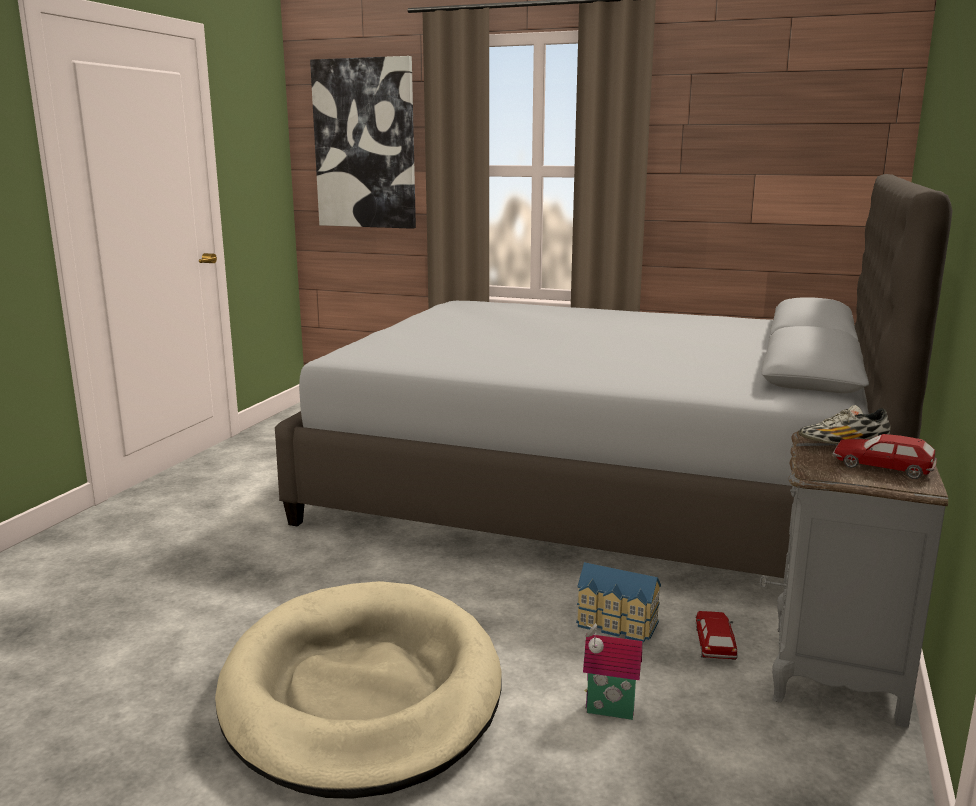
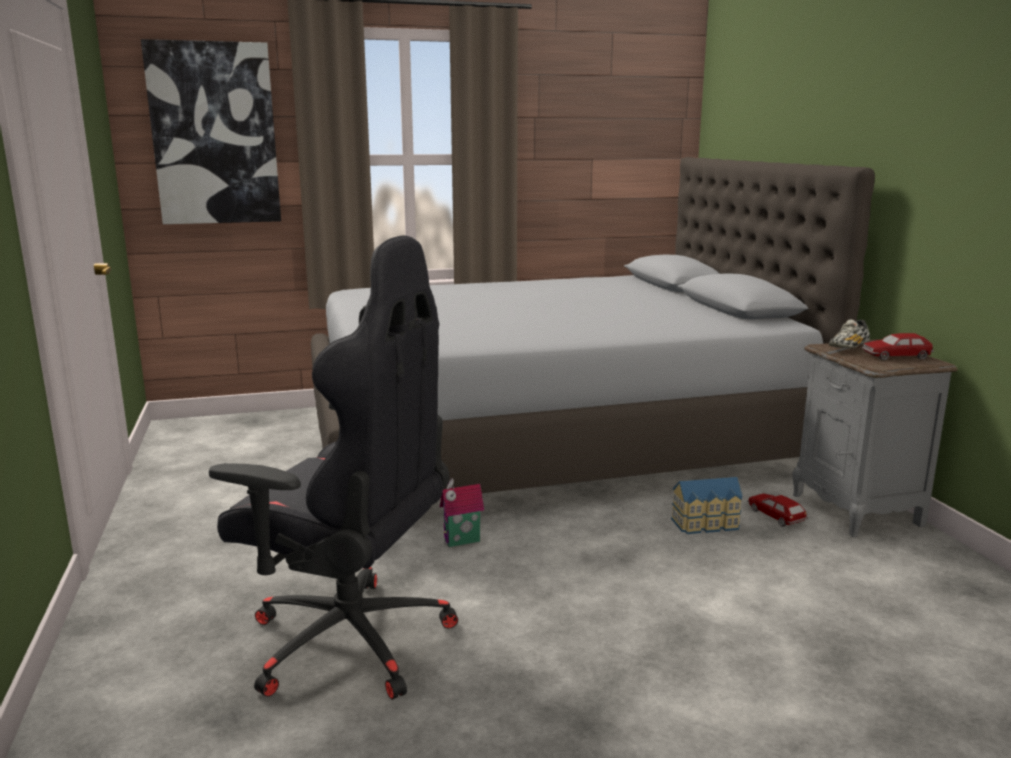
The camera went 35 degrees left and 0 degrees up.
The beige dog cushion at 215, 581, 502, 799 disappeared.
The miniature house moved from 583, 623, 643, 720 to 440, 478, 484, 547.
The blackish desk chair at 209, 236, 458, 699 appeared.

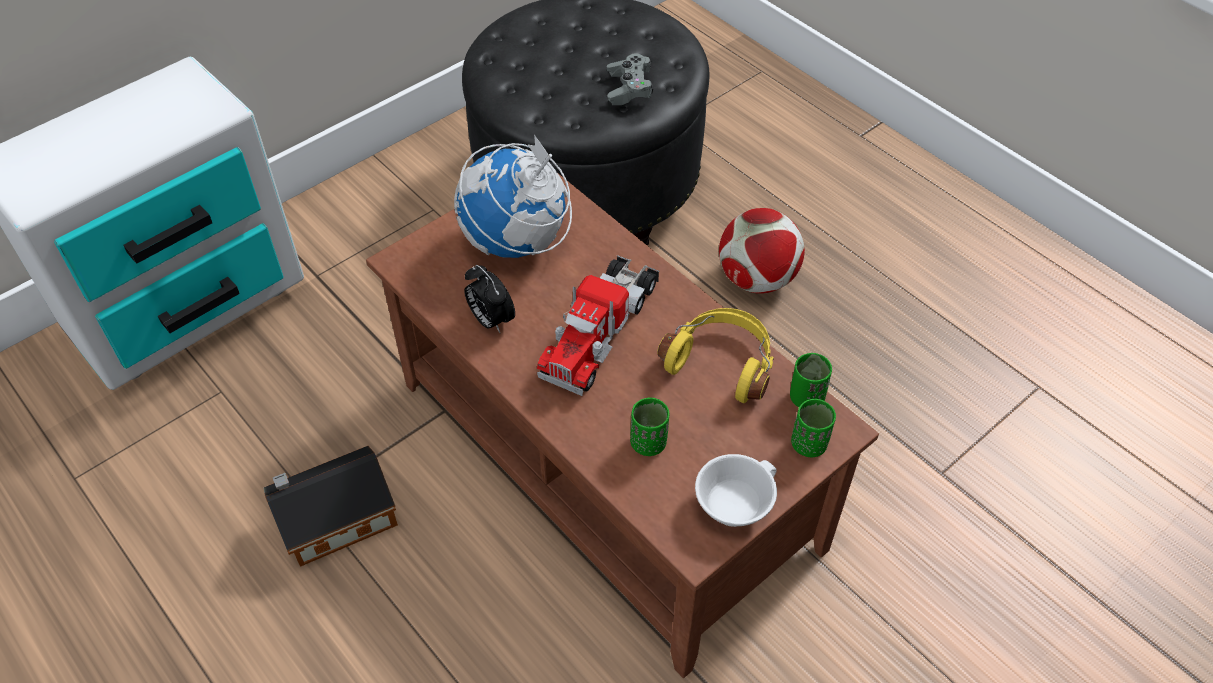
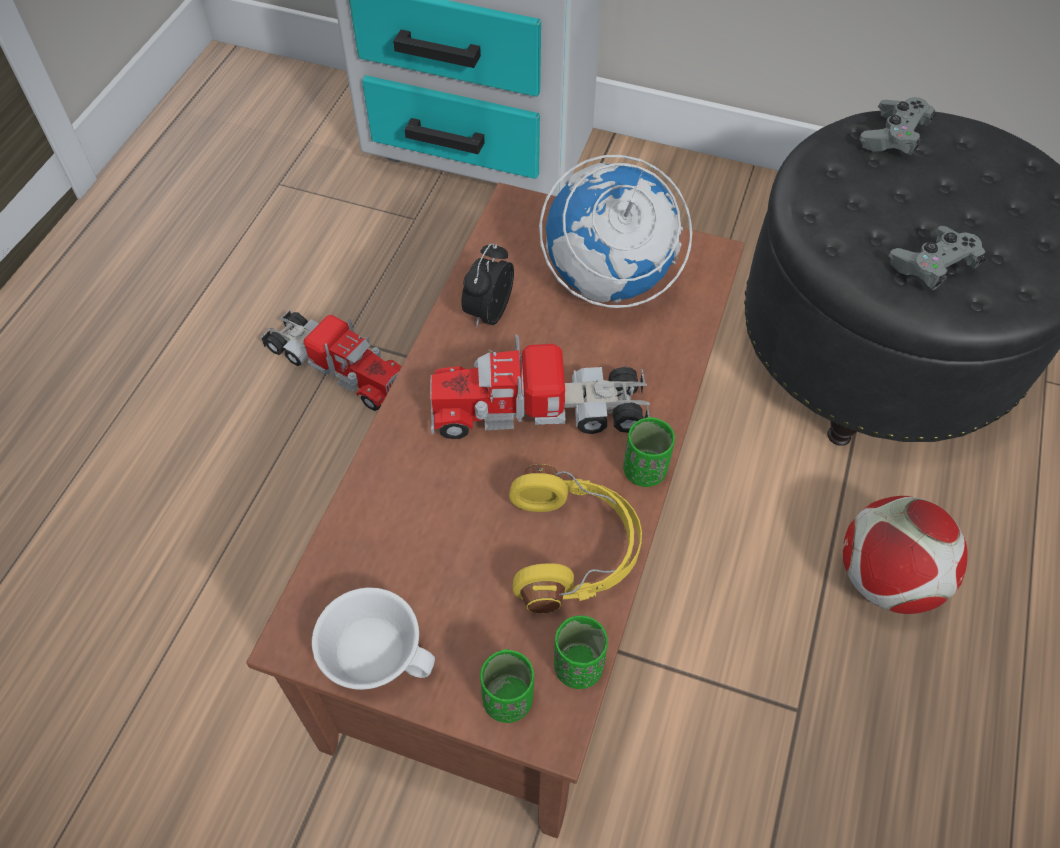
The camera went 60 degrees right and 5 degrees up.
The miniature house at 263, 446, 398, 567 was replaced by the model truck at 261, 310, 402, 411.
The greenish cup moved from 630, 398, 670, 456 to 623, 417, 675, 487.
The greyish joypad at 860, 97, 936, 155 appeared.

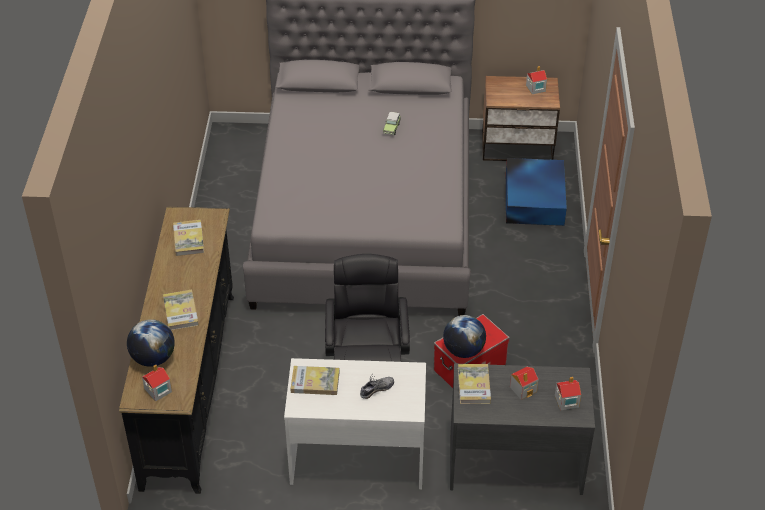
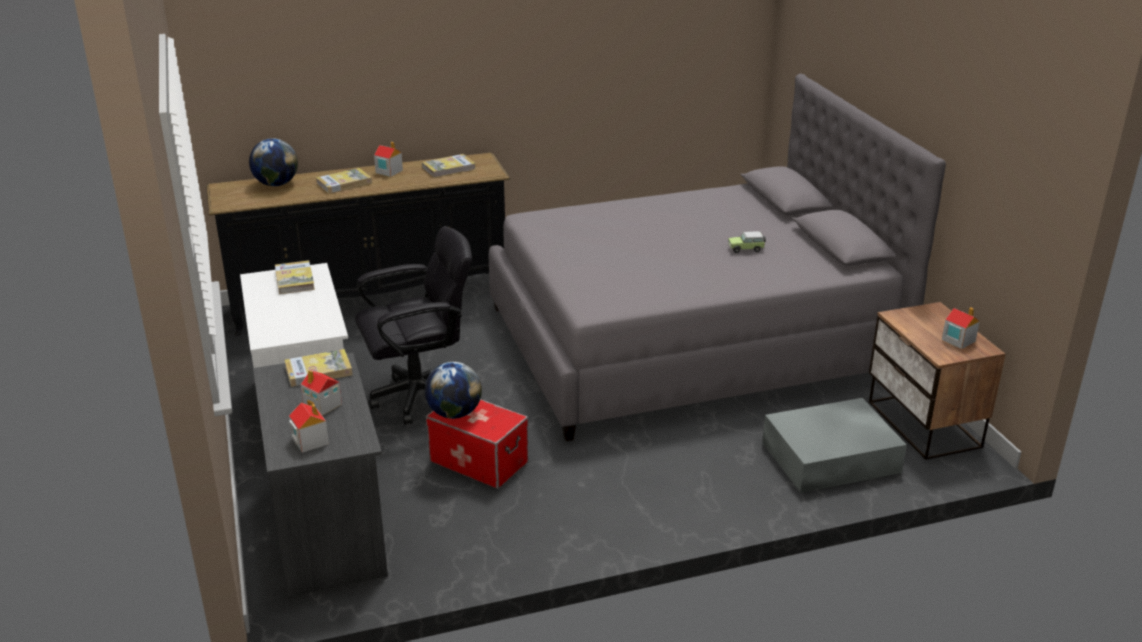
The camera went 70 degrees right and 15 degrees down.
The miniature house moved from 142, 365, 172, 402 to 374, 142, 403, 177.
The shoe at 360, 375, 394, 399 disappeared.
The blue storage box at 506, 158, 567, 226 became the greyish storage box at 762, 398, 907, 493.

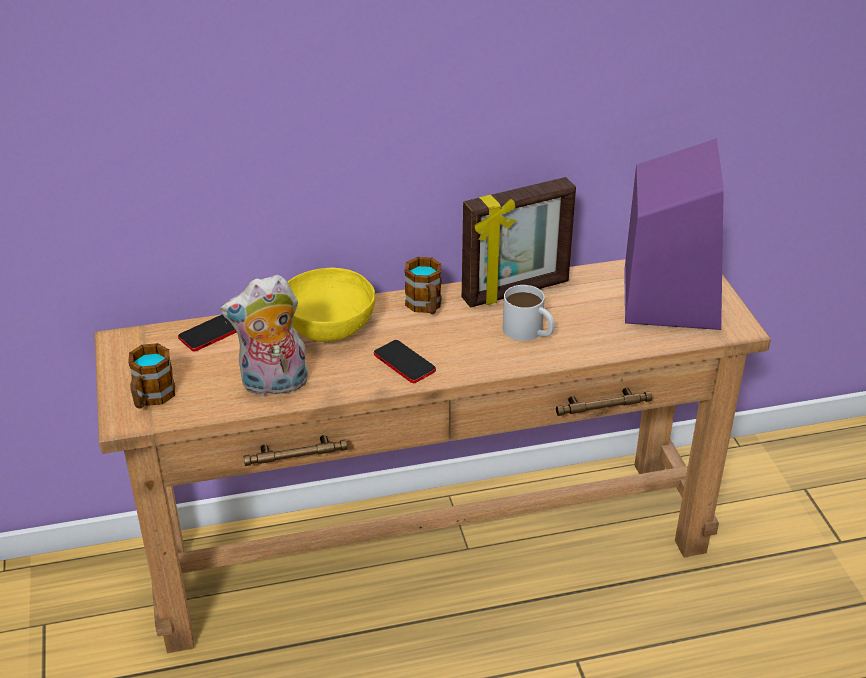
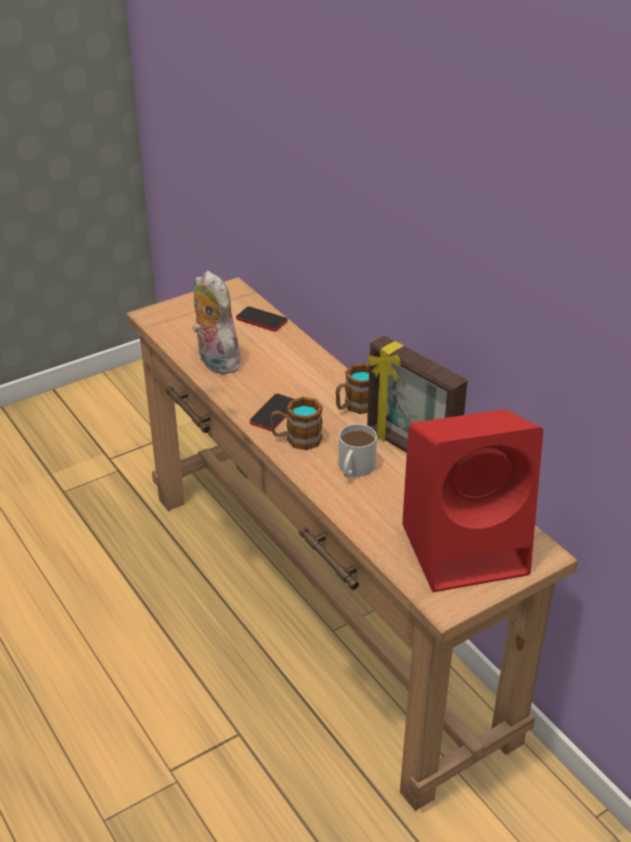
The camera went 70 degrees right and 0 degrees up.
The tea mug moved from 128, 343, 175, 408 to 270, 397, 323, 450.
The yellow-coloured deep dish at 288, 268, 376, 342 disappeared.
The purple-coloured speaker at 624, 138, 724, 330 became the red-coloured speaker at 402, 409, 543, 592.

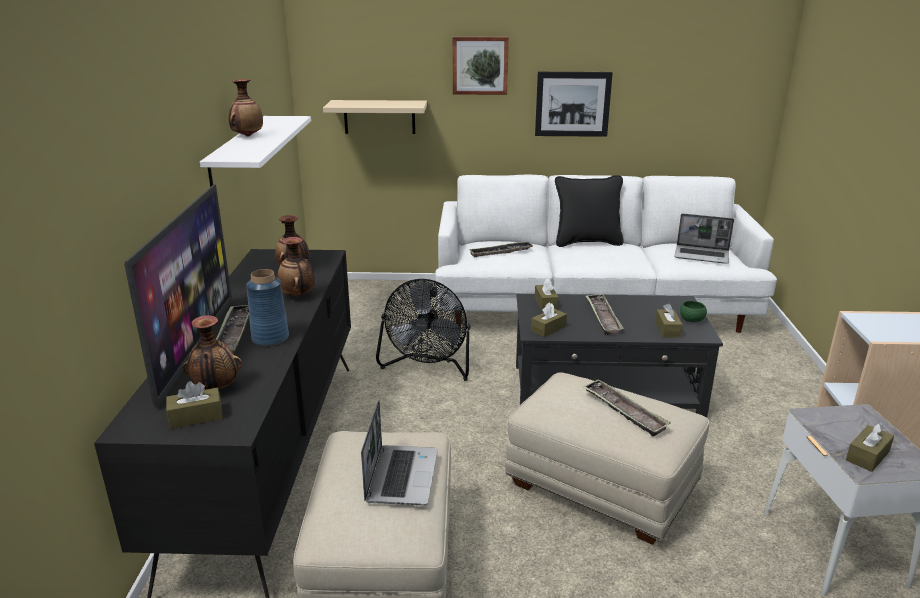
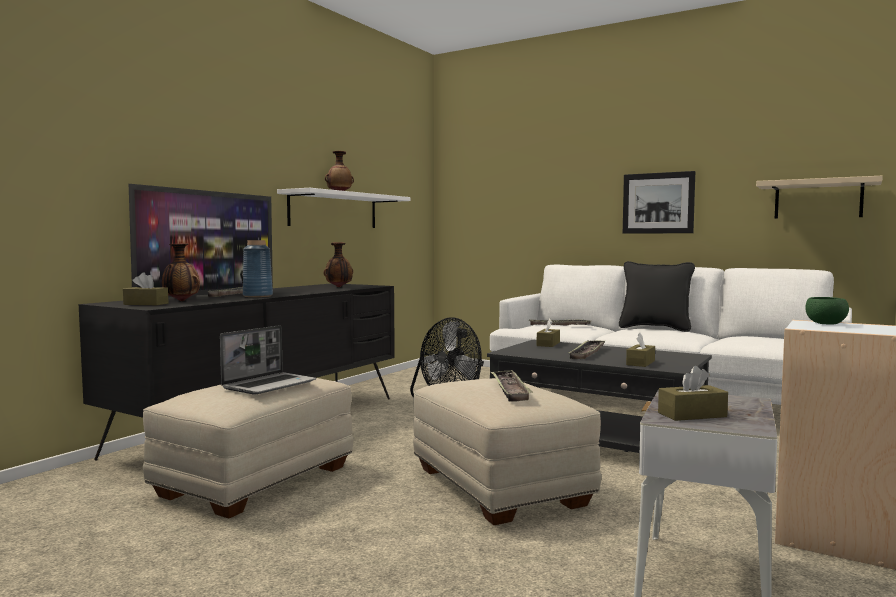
The camera went 30 degrees right and 20 degrees down.
The decorative vase at 278, 237, 315, 296 disappeared.
The beige shelf moved from 323, 100, 427, 134 to 756, 176, 883, 219.
The picture at 453, 37, 509, 95 disappeared.
The brownish tissue holder at 531, 302, 567, 337 disappeared.
The notebook computer at 674, 213, 734, 264 disappeared.
The greenish deep dish moved from 680, 301, 707, 322 to 806, 297, 849, 325.

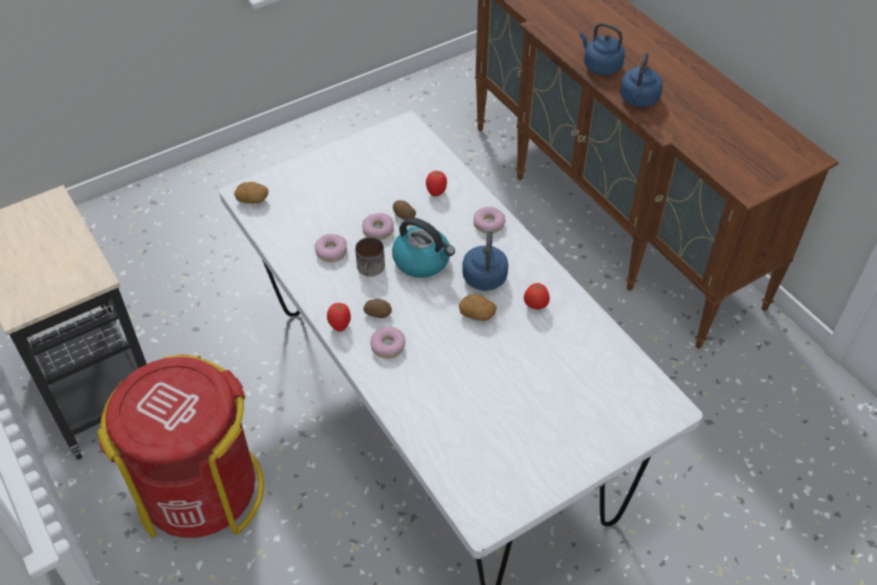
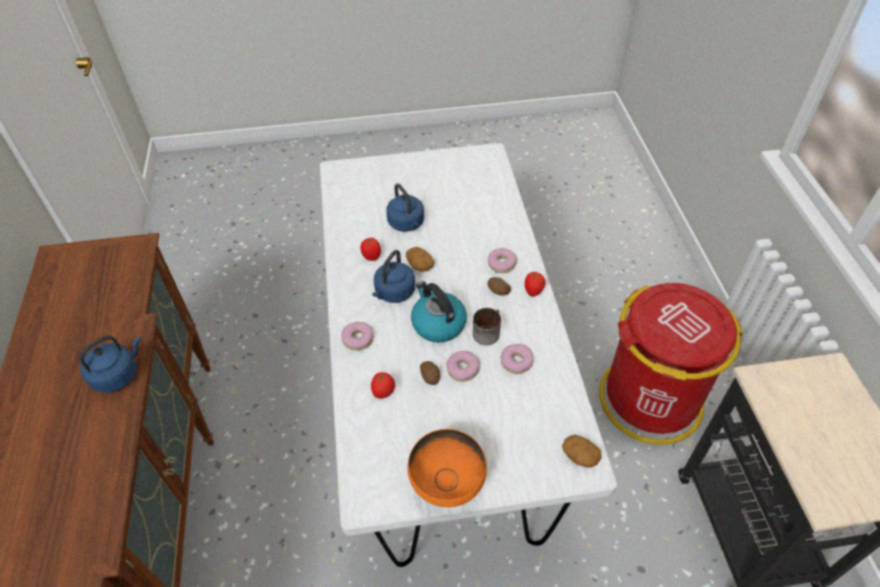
The camera went 155 degrees left and 0 degrees up.
The blue tea kettle moved from 580, 23, 625, 75 to 386, 183, 424, 232.
The orangey deep dish at 407, 429, 487, 507 appeared.

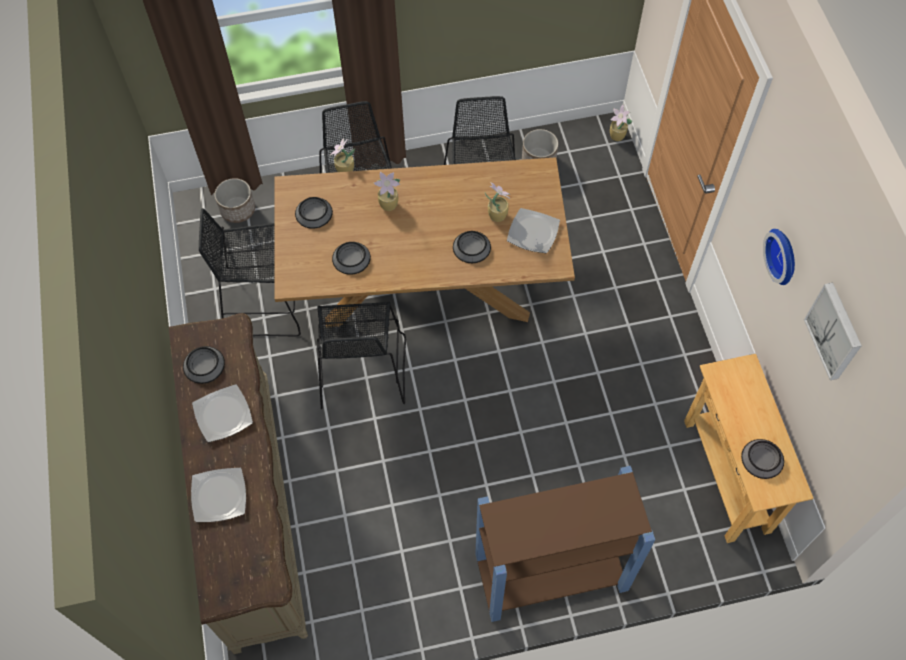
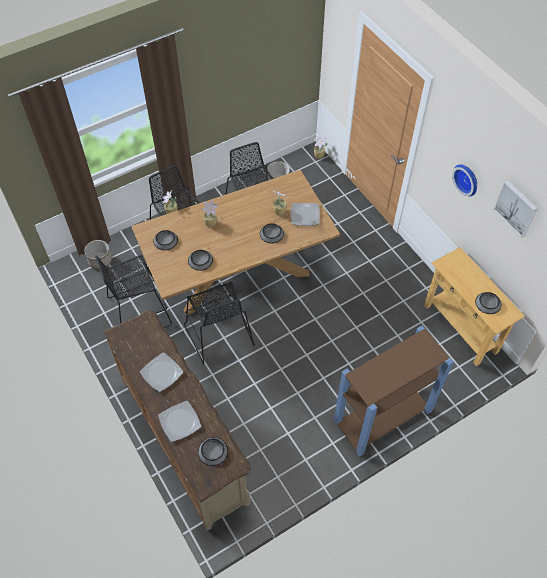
The camera went 20 degrees left and 5 degrees down.
The deep dish moved from 183, 346, 225, 384 to 198, 437, 228, 466.

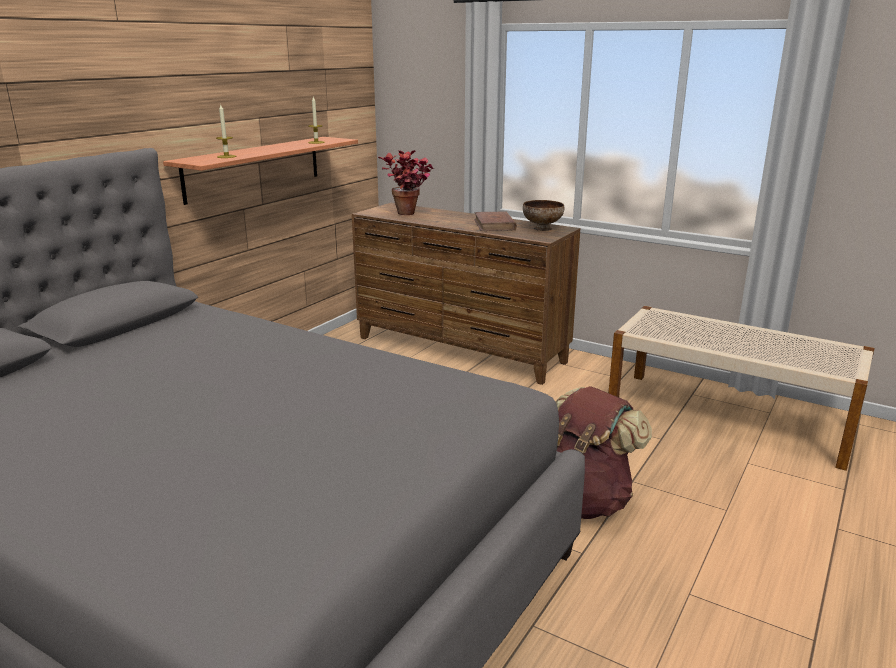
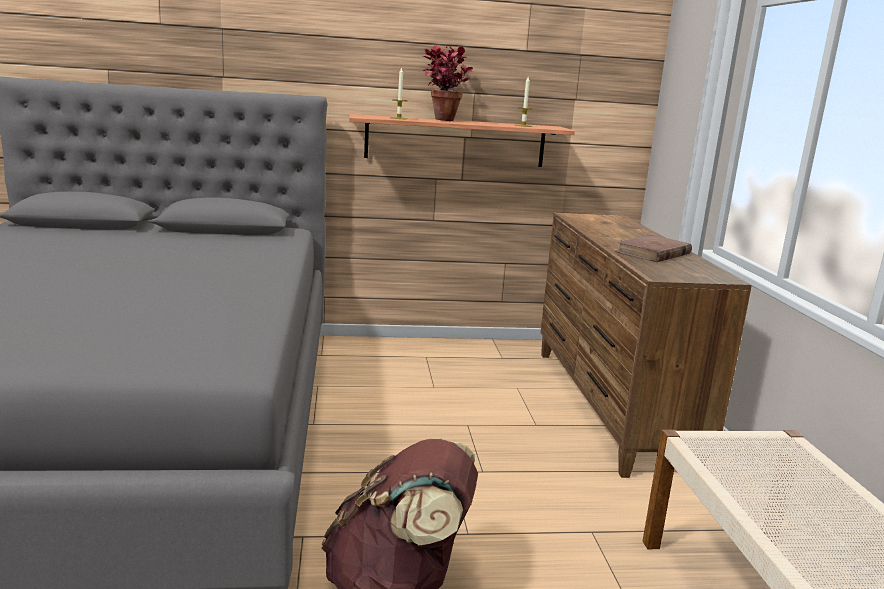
The camera went 50 degrees right and 5 degrees down.
The plant in a pot moved from 378, 150, 434, 215 to 423, 45, 473, 121.
The deep dish at 523, 200, 564, 231 disappeared.

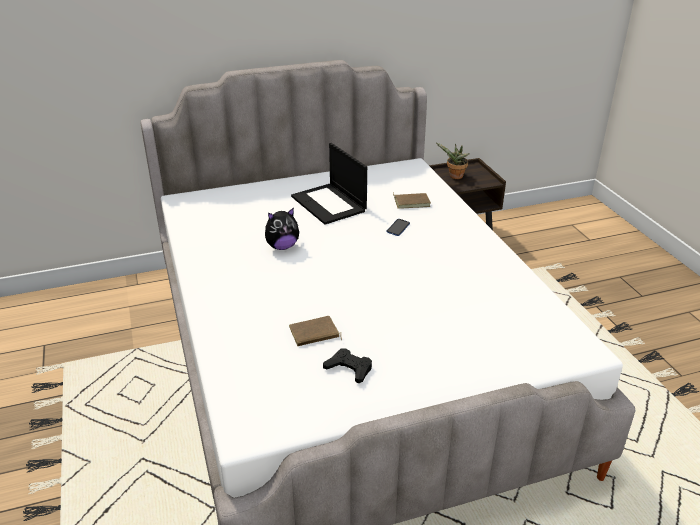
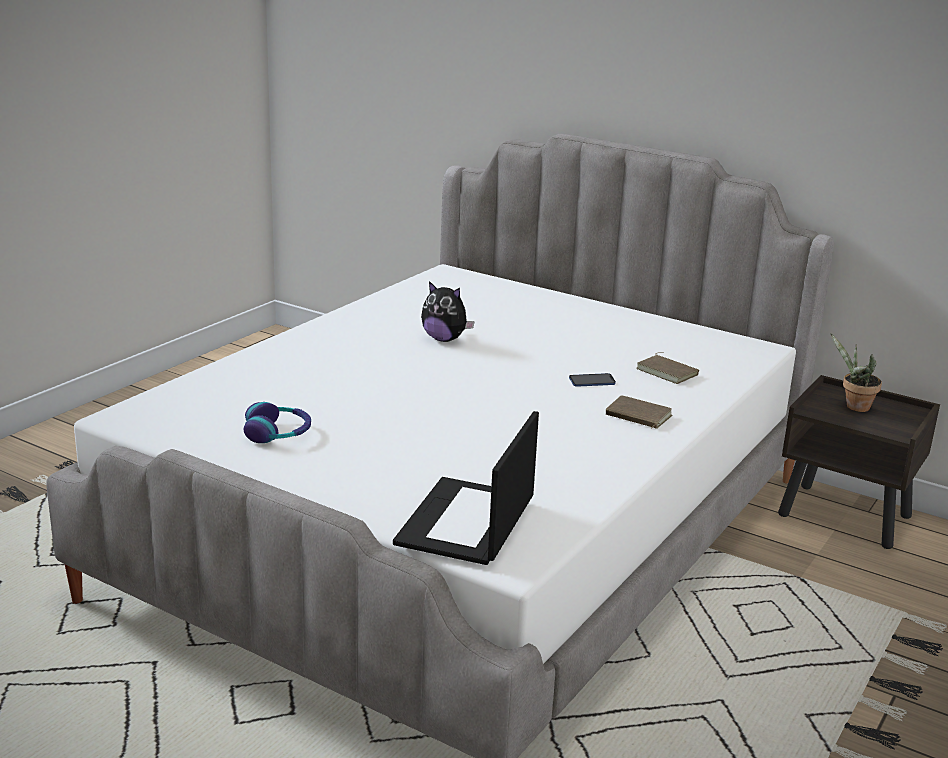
The camera went 50 degrees right and 10 degrees down.
The brownish volume moved from 289, 316, 342, 346 to 606, 396, 672, 429.
The notebook computer moved from 291, 143, 367, 225 to 393, 411, 539, 565.
The blackish joypad at 323, 348, 372, 383 was replaced by the pair of headphones at 244, 402, 311, 443.

